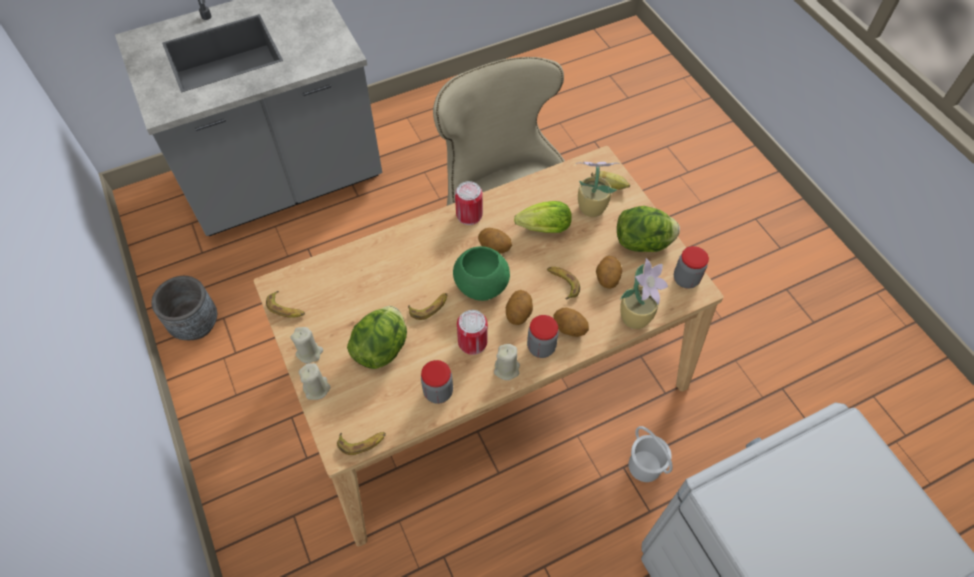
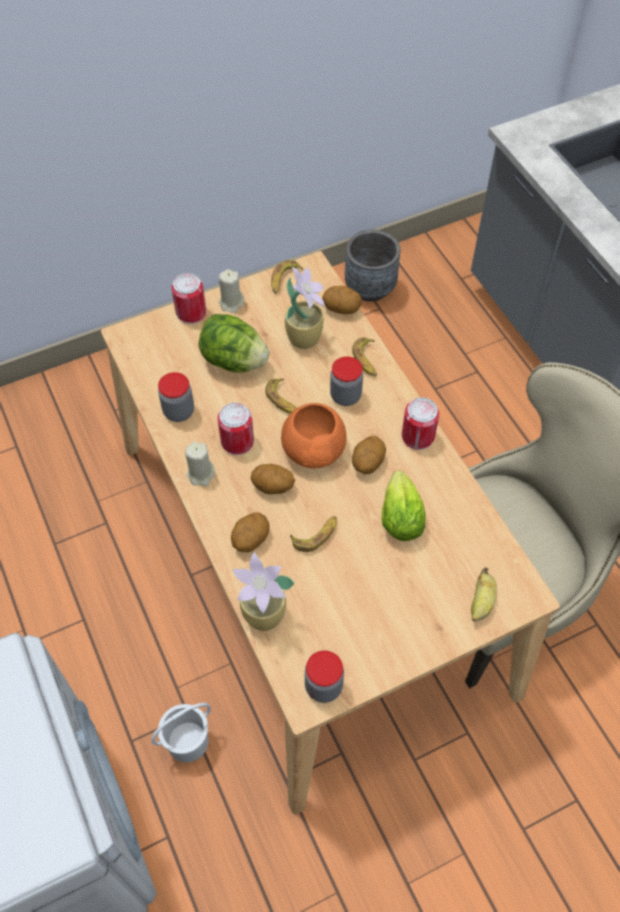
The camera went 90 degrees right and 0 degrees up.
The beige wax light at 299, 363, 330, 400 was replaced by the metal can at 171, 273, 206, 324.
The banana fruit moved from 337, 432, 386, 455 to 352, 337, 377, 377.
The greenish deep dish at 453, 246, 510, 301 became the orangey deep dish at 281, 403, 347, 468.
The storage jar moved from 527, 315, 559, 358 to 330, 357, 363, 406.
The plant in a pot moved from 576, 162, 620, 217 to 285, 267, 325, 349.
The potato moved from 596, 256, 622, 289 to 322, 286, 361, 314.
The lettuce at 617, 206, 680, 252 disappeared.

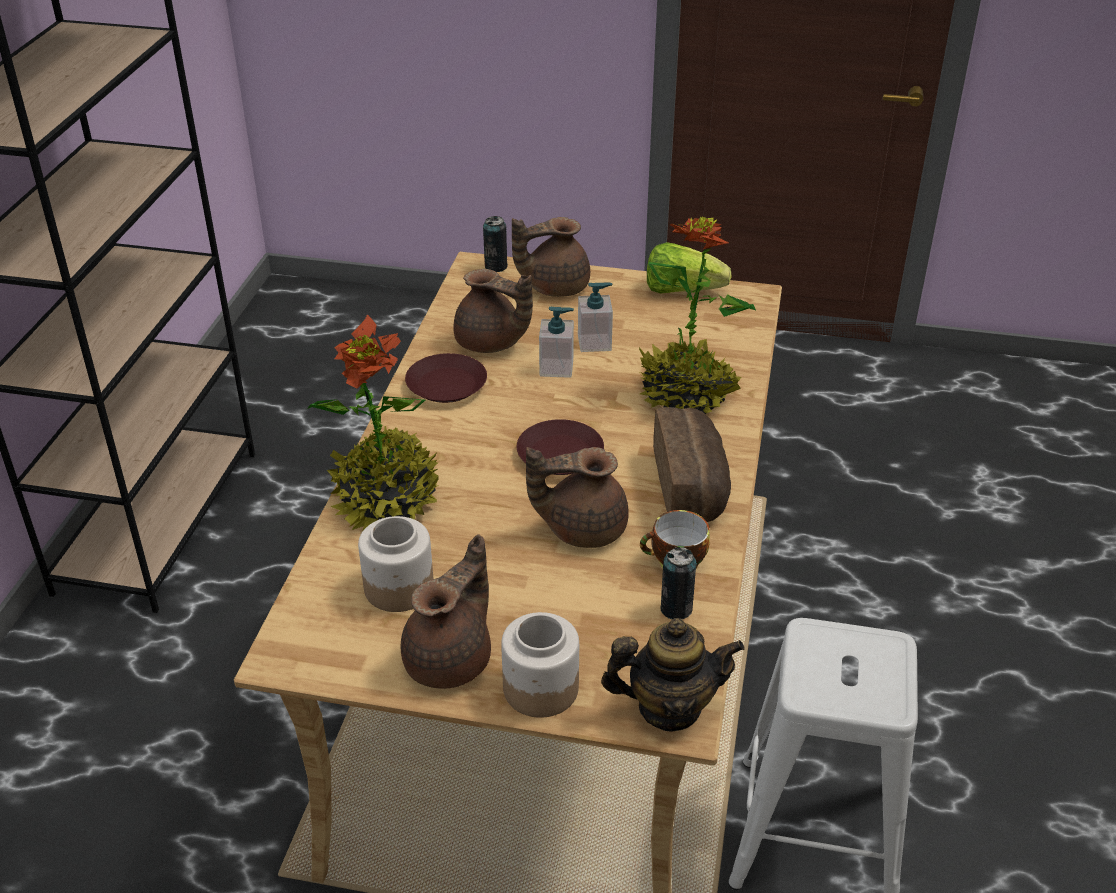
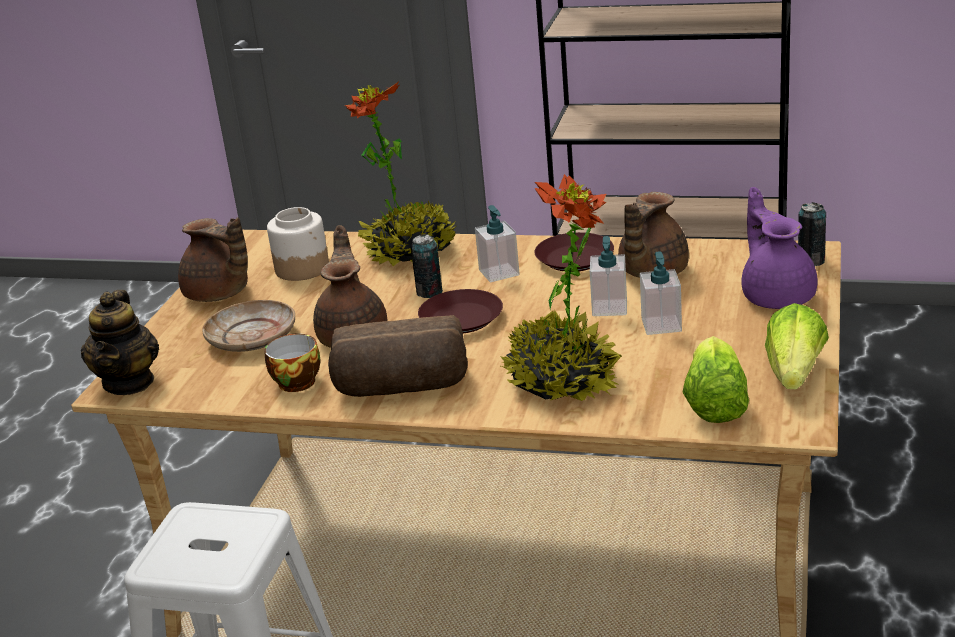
The camera went 95 degrees right and 10 degrees down.
The storage jar at 501, 612, 579, 718 disappeared.
The brownish tea pot at 512, 217, 590, 297 became the purple-coloured tea pot at 741, 187, 818, 309.
The metal can moved from 660, 547, 697, 620 to 411, 234, 442, 298.
The beige plate at 202, 300, 295, 352 appeared.
The liquid soap bottle at 475, 205, 520, 282 appeared.
The lettuce at 682, 336, 749, 423 appeared.

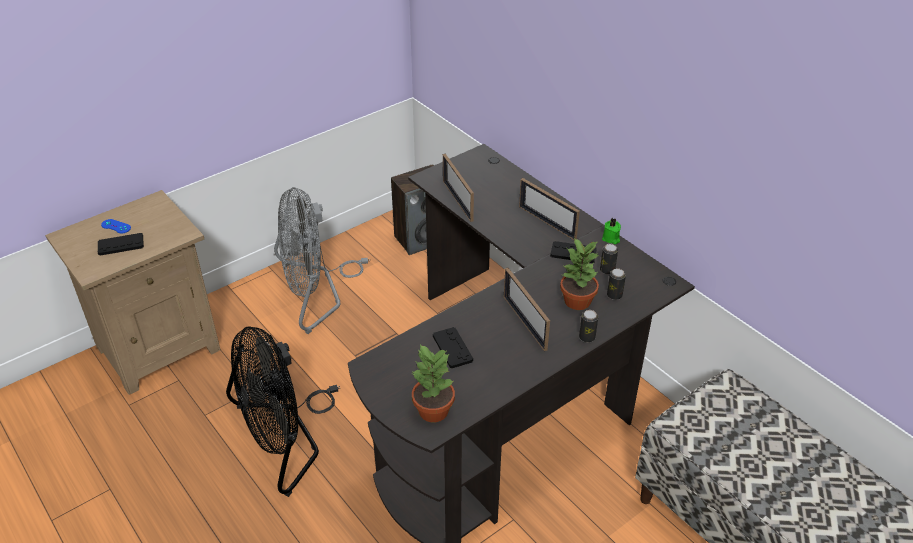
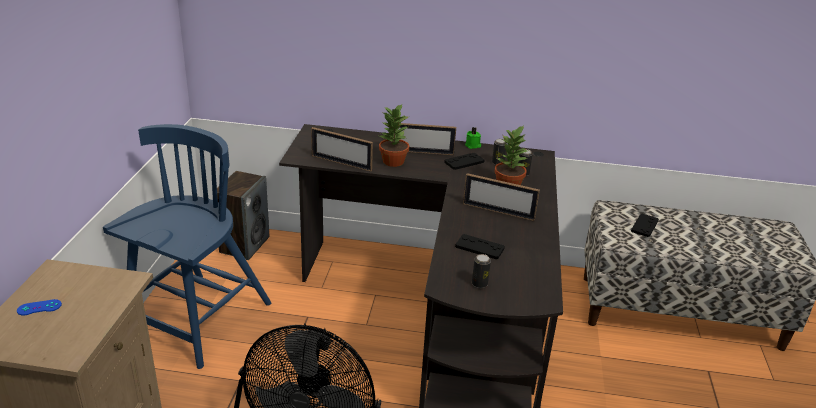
The camera went 45 degrees left and 10 degrees down.
The blackish joypad moved from 98, 233, 144, 256 to 631, 214, 659, 237.
The greyish fan at 274, 187, 370, 334 was replaced by the blue chair at 103, 124, 271, 369.
The plant in a pot moved from 411, 344, 455, 422 to 379, 103, 409, 167.
The metal can moved from 579, 310, 598, 342 to 472, 254, 491, 288.

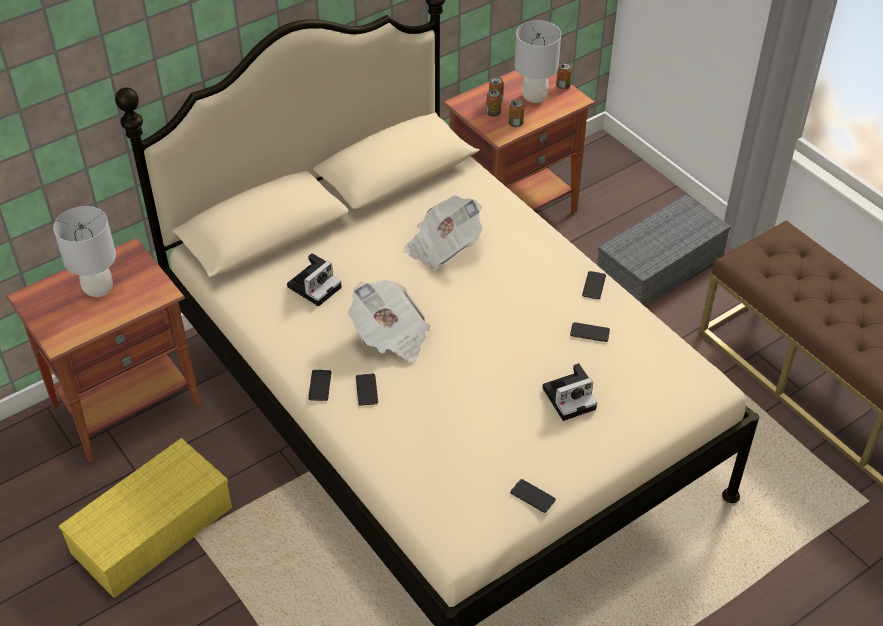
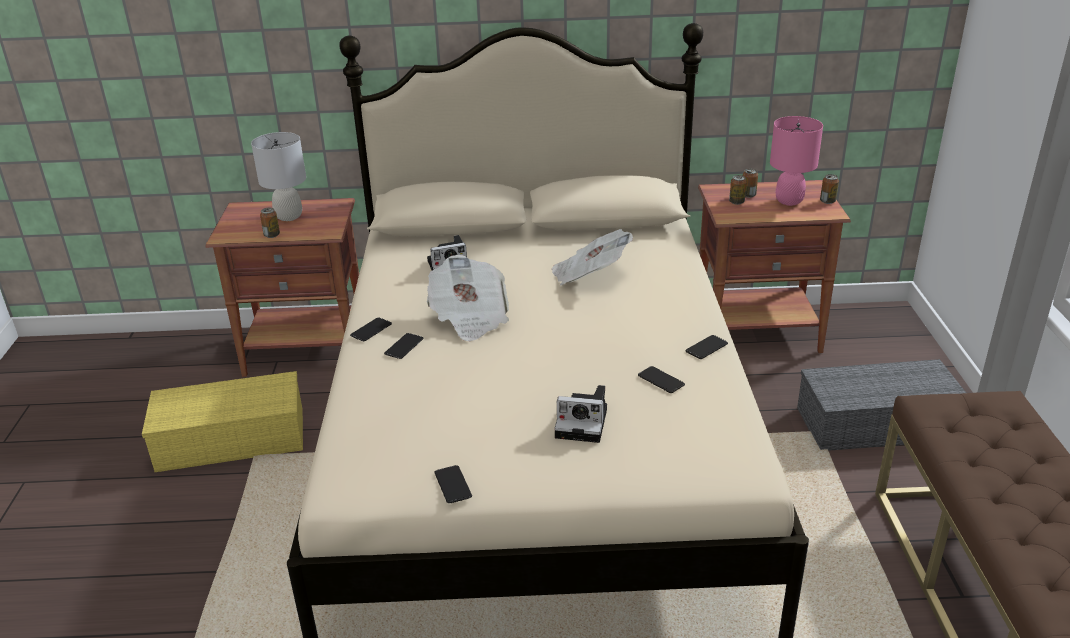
The camera went 35 degrees right and 15 degrees down.
The metal can moved from 509, 99, 524, 127 to 260, 208, 280, 238.
The greyish tabletop lamp at 515, 21, 561, 103 became the pink-coloured tabletop lamp at 770, 116, 823, 206.

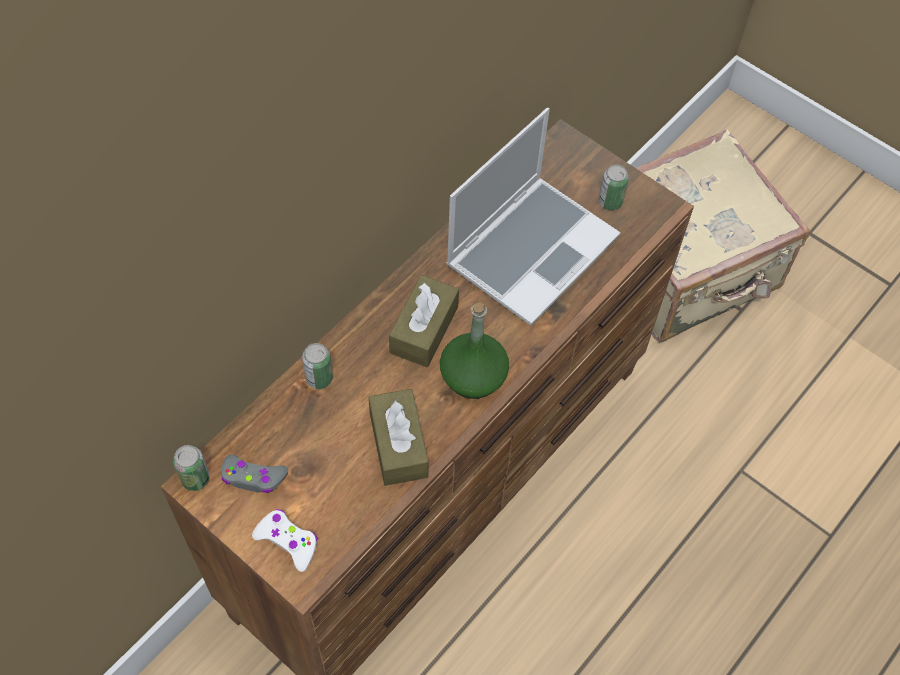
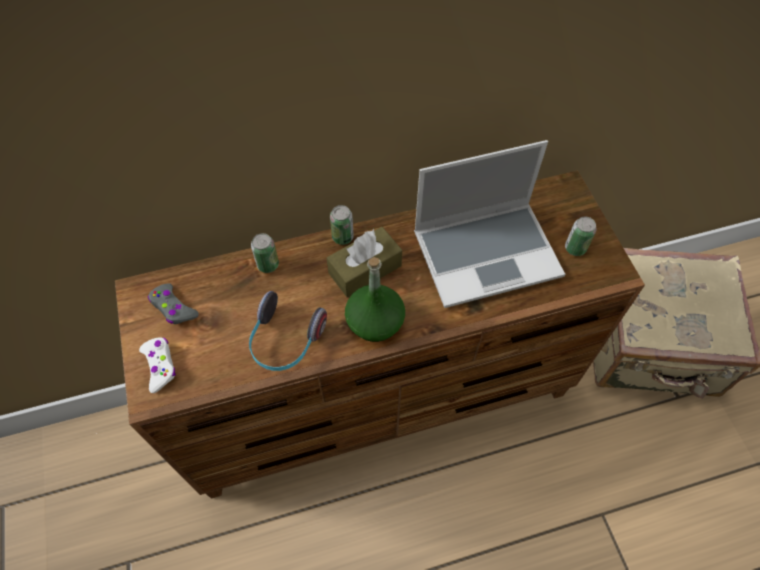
The camera went 35 degrees right and 0 degrees up.
The metal can moved from 173, 445, 210, 491 to 330, 205, 354, 245.
The brownish tissue holder at 369, 389, 429, 486 was replaced by the pair of headphones at 249, 291, 327, 371.

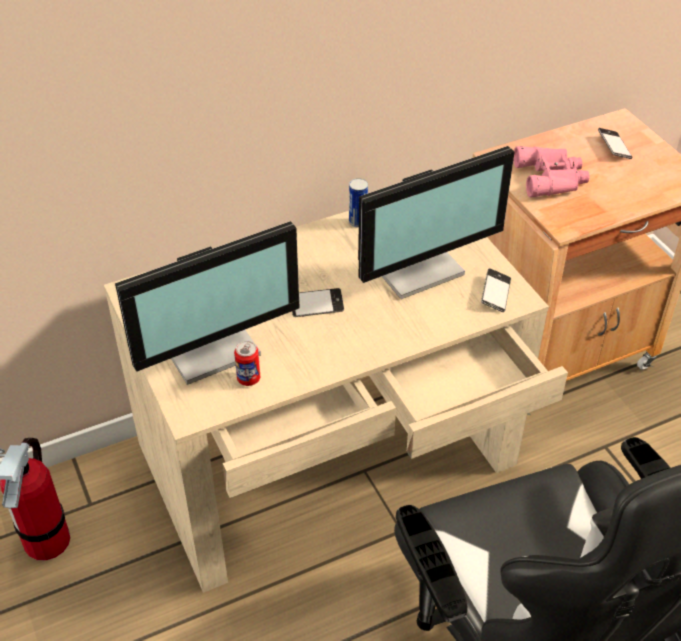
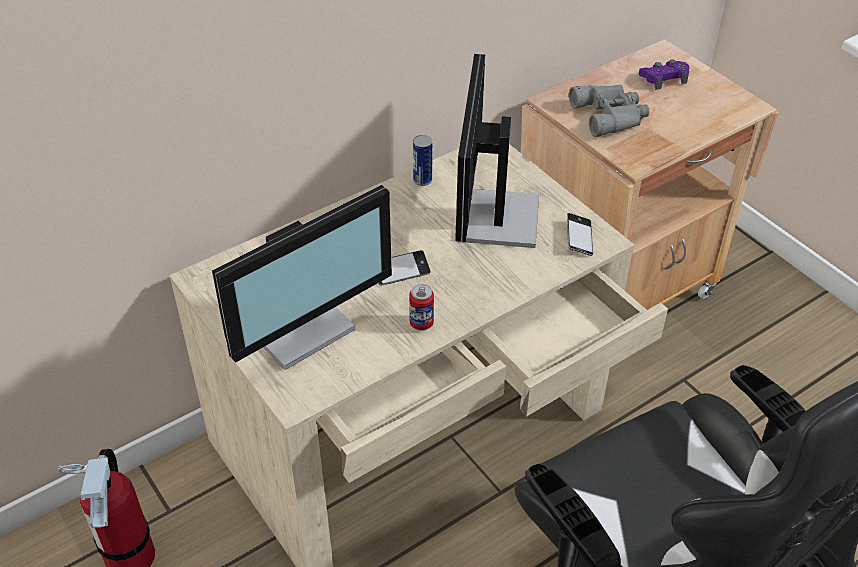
The camera went 10 degrees left and 0 degrees up.
The metal can moved from 234, 341, 260, 386 to 409, 284, 434, 330.
The computer display at 358, 146, 514, 299 turned 135 degrees clockwise.
The pink-coloured field glasses at 513, 146, 589, 197 became the greyish field glasses at 569, 84, 649, 137.
The telephone at 598, 128, 633, 159 was replaced by the purple-coloured joypad at 639, 59, 690, 90.

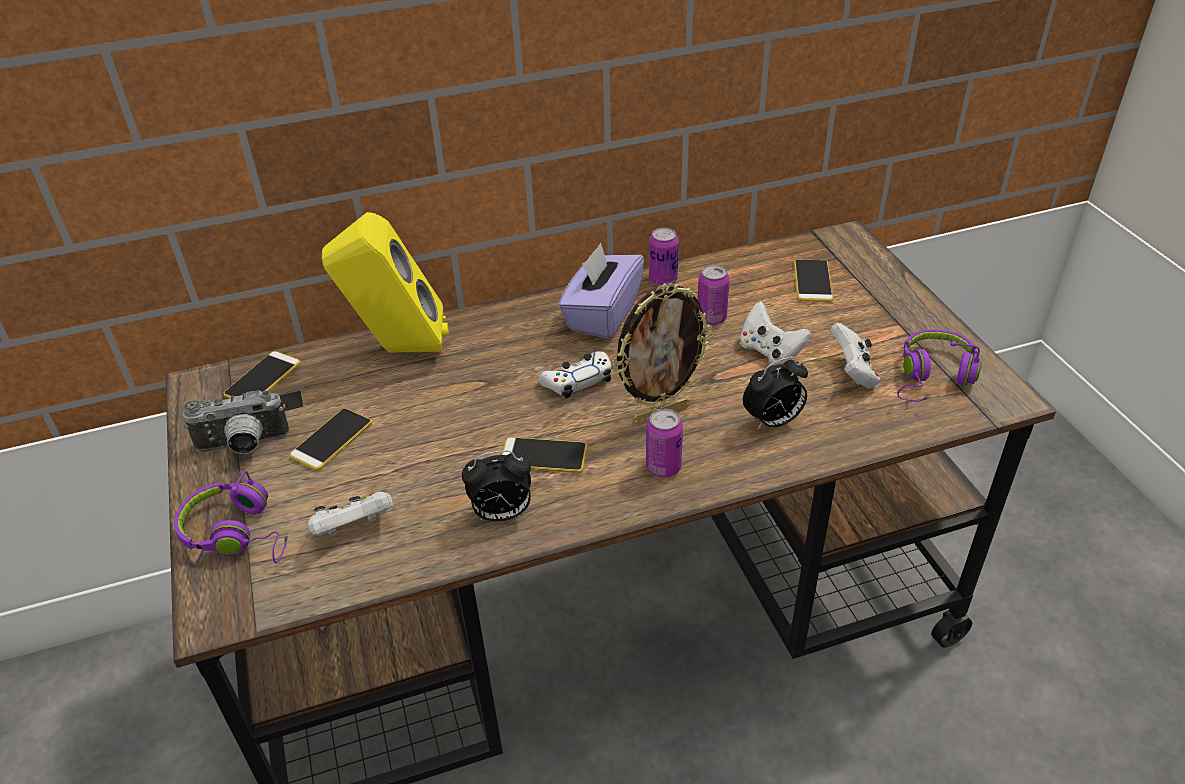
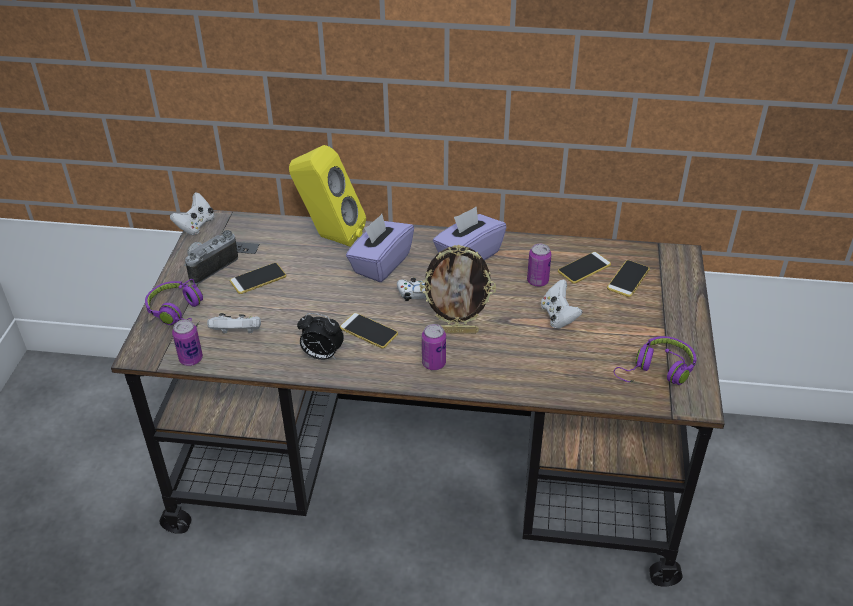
The camera went 25 degrees right and 0 degrees up.
The still camera at 183, 390, 289, 454 turned 120 degrees clockwise.
The telephone moved from 223, 351, 301, 399 to 558, 252, 611, 284.
The metal can moved from 649, 227, 679, 286 to 172, 320, 203, 366.
The alarm clock at 743, 357, 808, 430 disappeared.
The whitish joypad moved from 830, 323, 880, 388 to 170, 192, 214, 235.
The purple-coloured tissue holder at 346, 214, 414, 282 appeared.

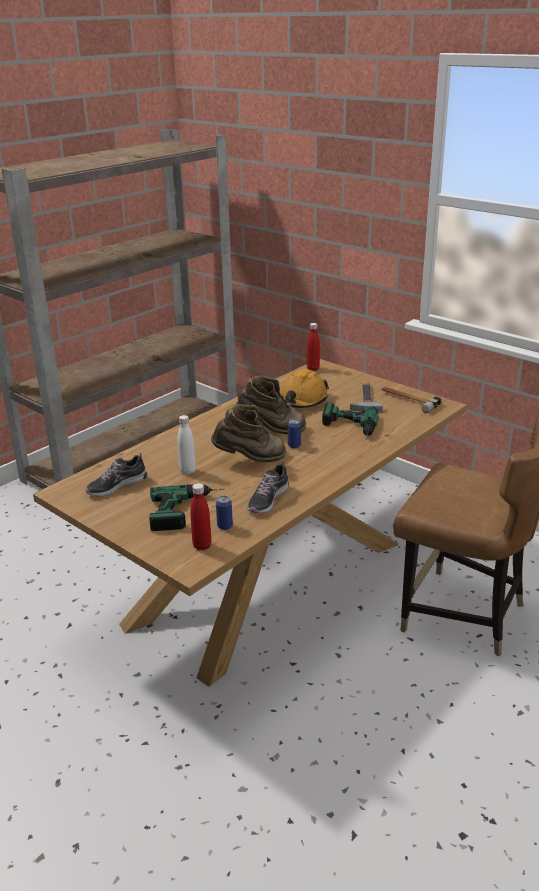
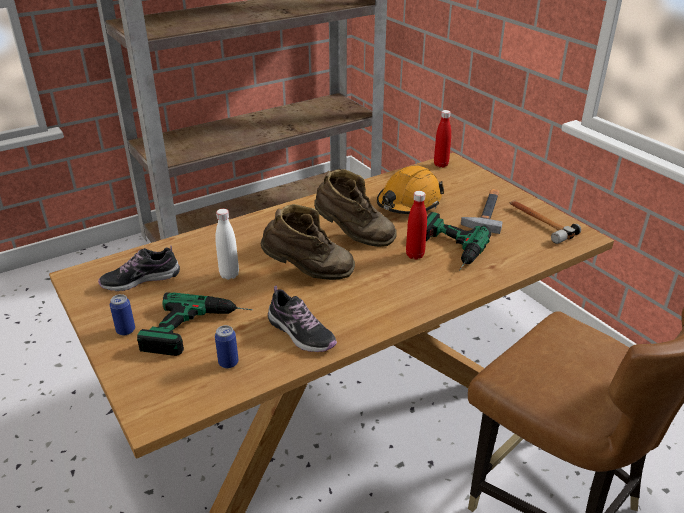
The camera went 15 degrees right and 5 degrees up.
The red-coloured bottle moved from 190, 483, 211, 550 to 406, 191, 427, 260.
The shoe at 248, 461, 289, 513 turned 90 degrees counterclockwise.
The metal can moved from 288, 419, 301, 448 to 110, 294, 135, 335.

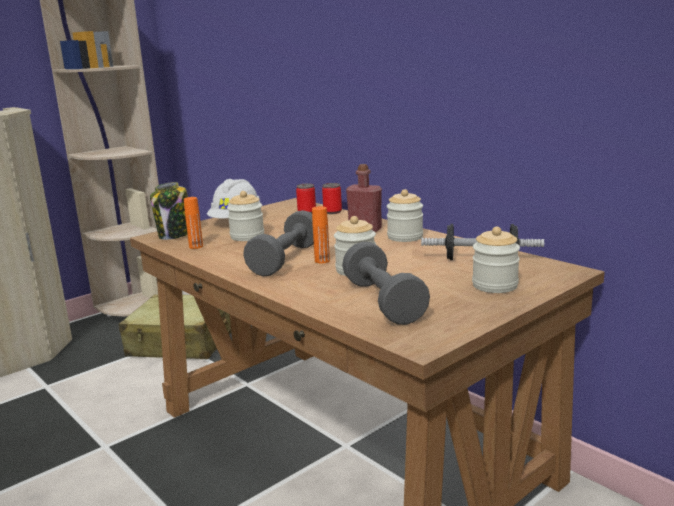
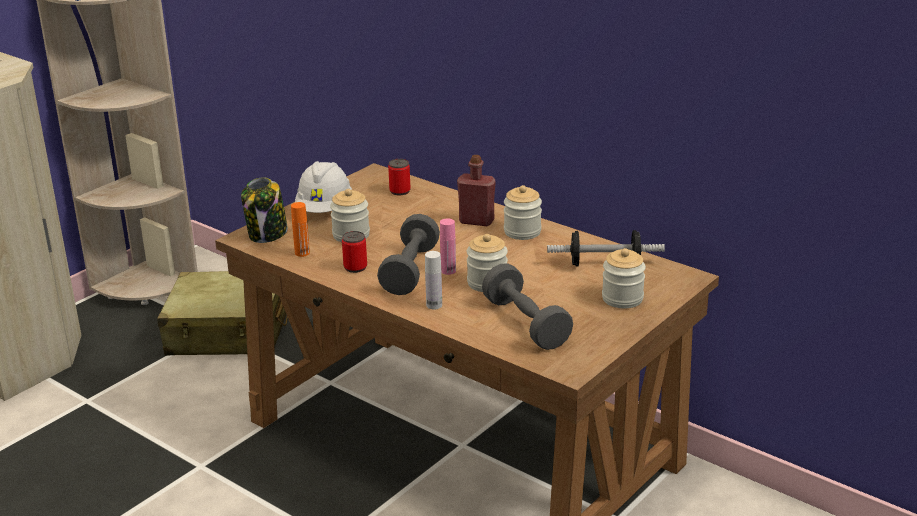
The camera went 10 degrees left and 10 degrees up.
The orangey bottle at 312, 206, 330, 263 became the pink-coloured bottle at 440, 218, 456, 275.
The metal can moved from 322, 183, 342, 214 to 342, 231, 367, 273.
The whitish bottle at 425, 251, 442, 309 appeared.

